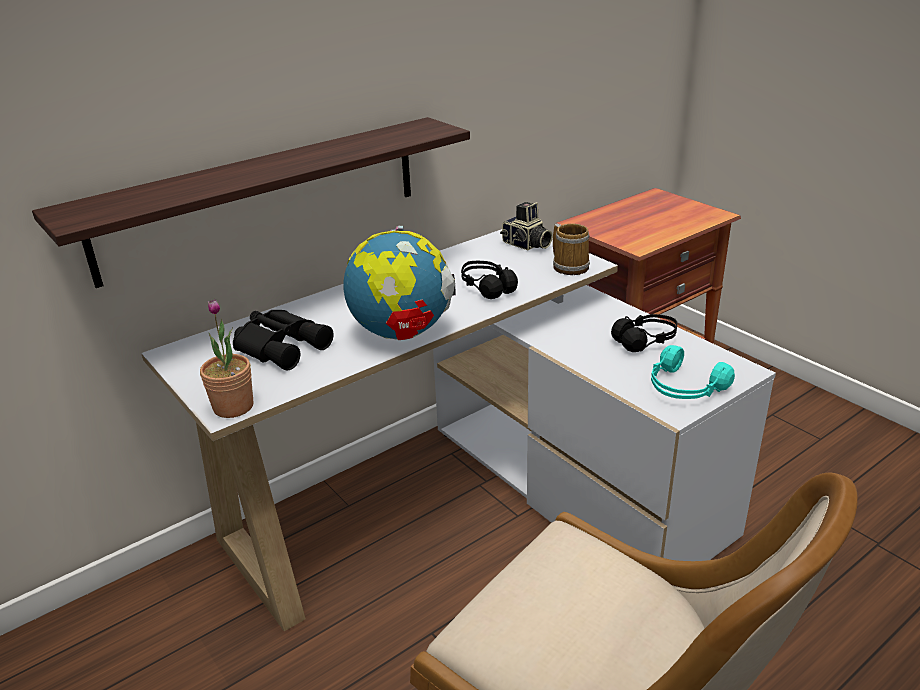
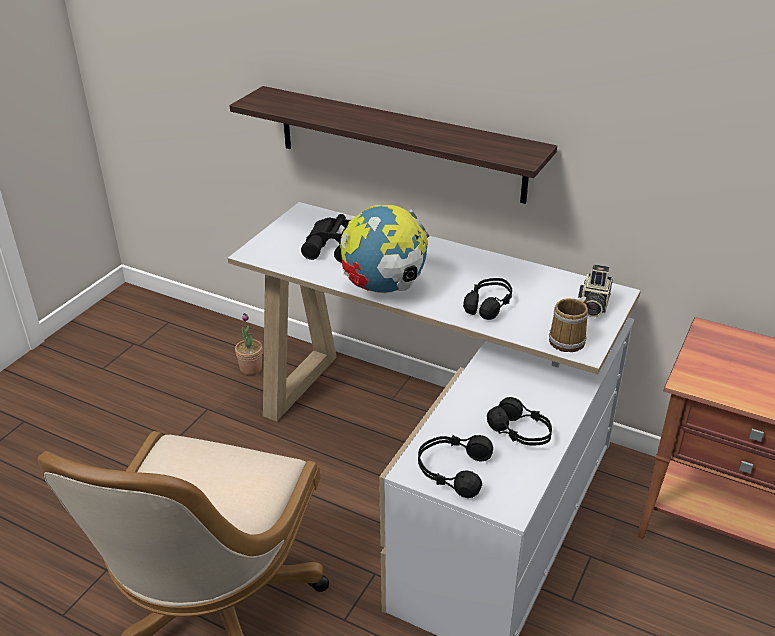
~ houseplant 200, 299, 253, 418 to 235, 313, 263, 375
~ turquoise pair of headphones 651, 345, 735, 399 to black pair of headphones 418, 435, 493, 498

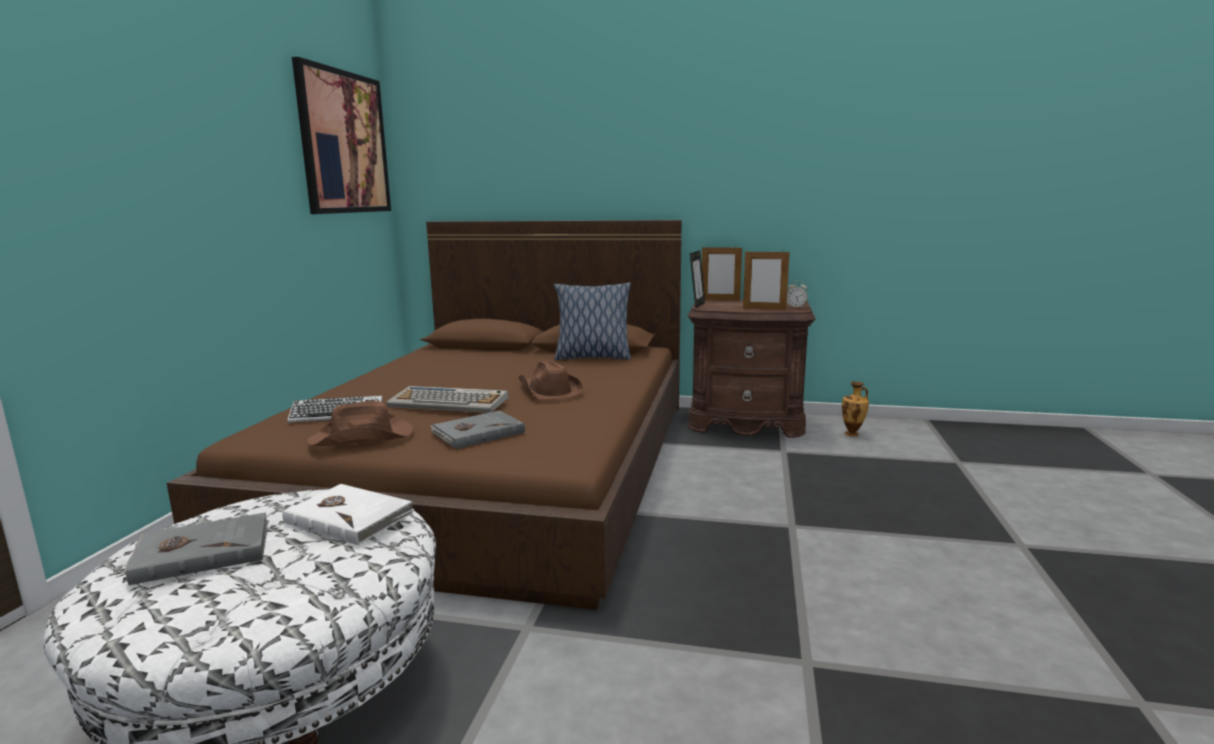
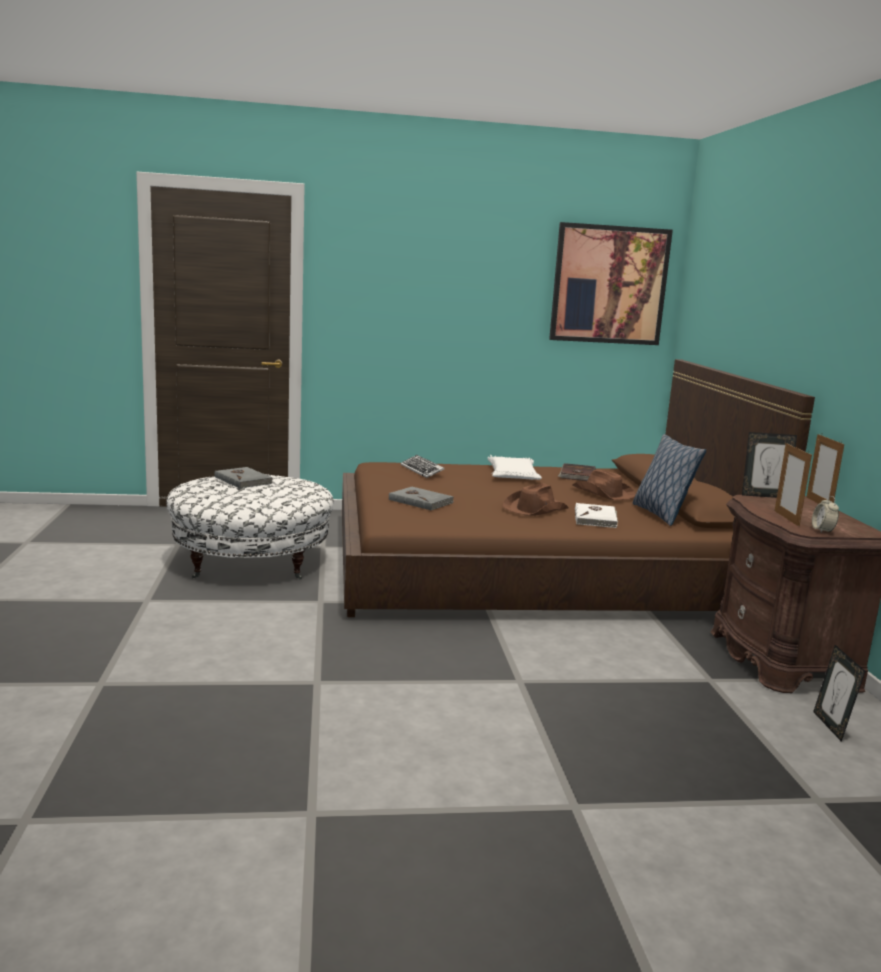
~ flower vase 842, 382, 869, 436 to photo frame 813, 645, 865, 742
- computer keyboard 387, 386, 508, 413
~ brownish clothing hat 307, 401, 414, 446 to 572, 470, 636, 500
~ white bound book 282, 484, 415, 545 to 575, 503, 618, 528
+ white cushion 488, 455, 542, 480
+ brownish bound book 558, 463, 596, 481

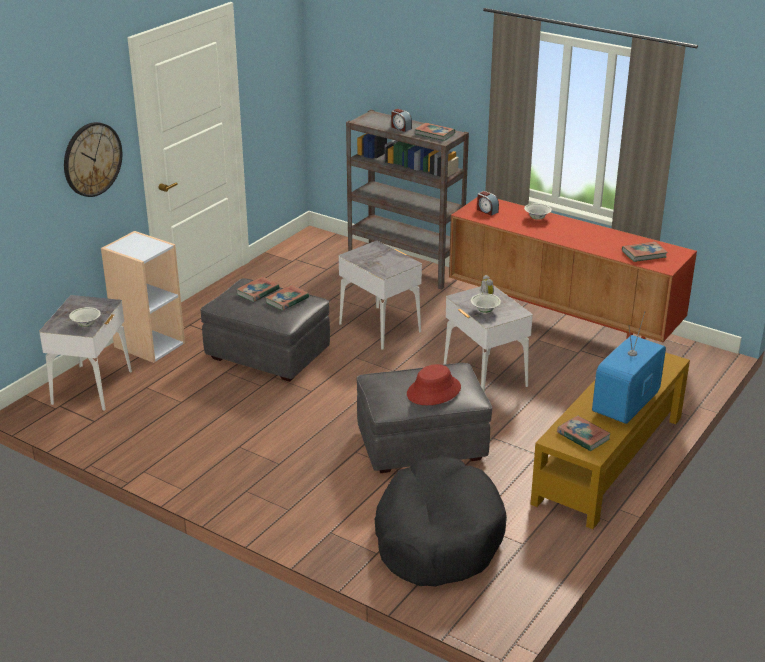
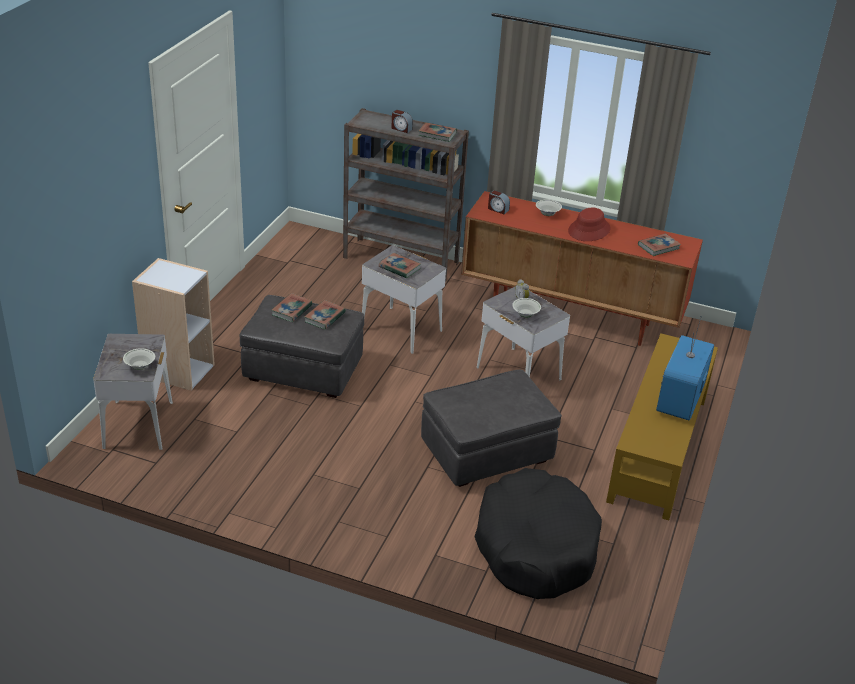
- hanging clock 64, 122, 122, 197
~ red clothing hat 407, 364, 461, 405 to 568, 208, 611, 241
~ bound book 557, 416, 611, 451 to 379, 253, 421, 278

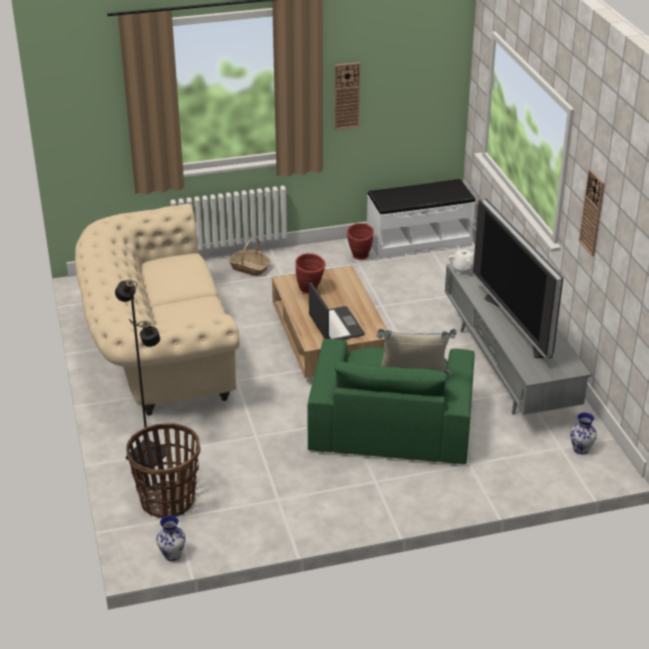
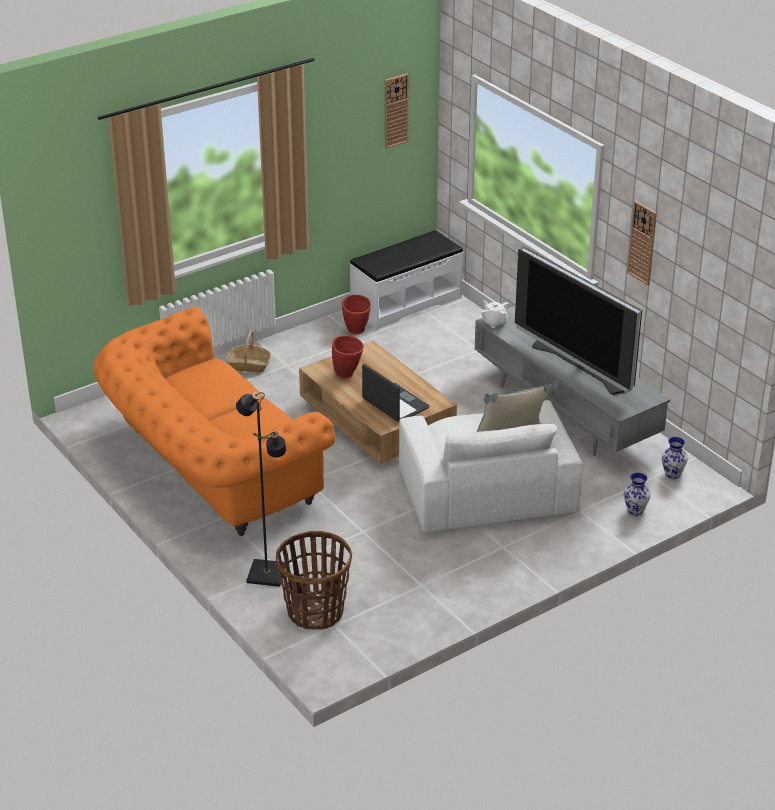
~ hanging clock 334, 62, 361, 130 to 385, 73, 409, 149
~ beige-coloured settee 75, 204, 240, 416 to orange settee 93, 307, 335, 536
~ green lounge chair 307, 339, 475, 464 to white lounge chair 399, 400, 583, 532
~ flower vase 156, 515, 185, 561 to 624, 473, 651, 516

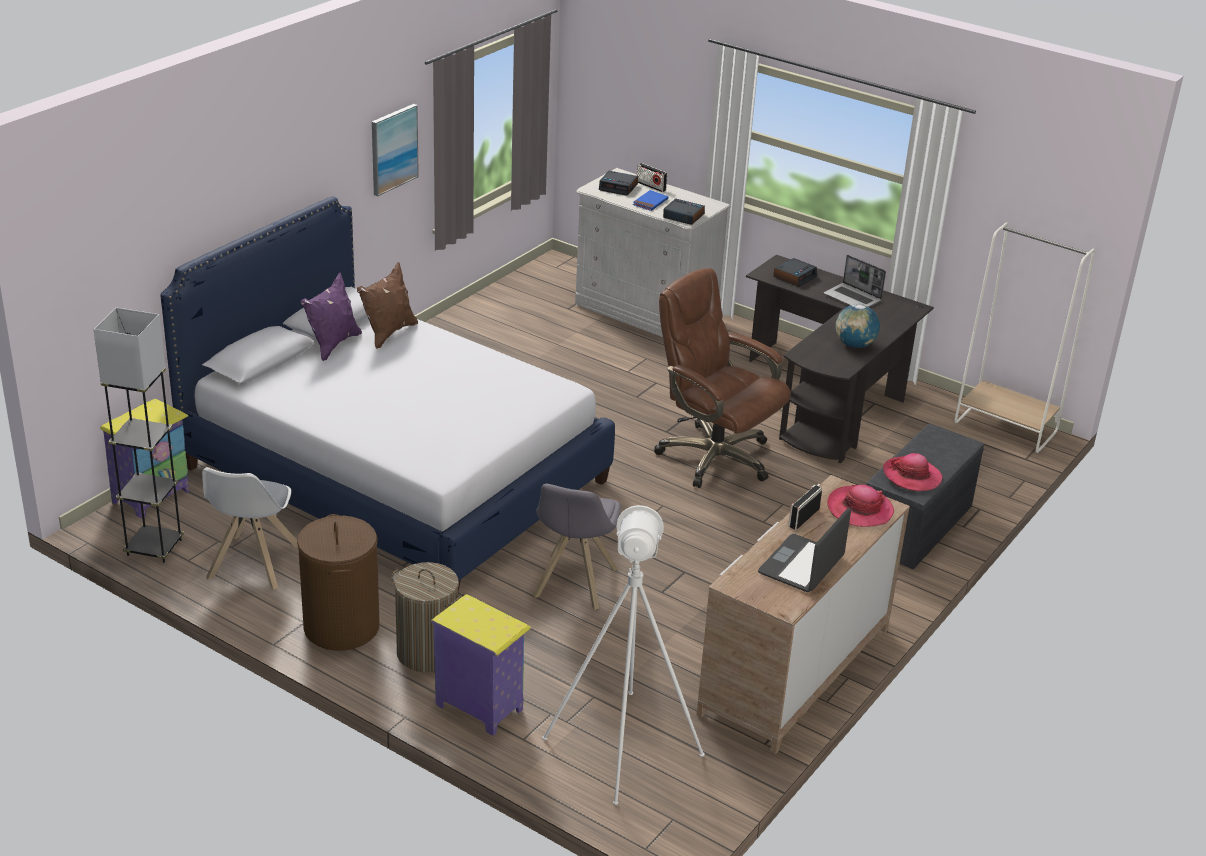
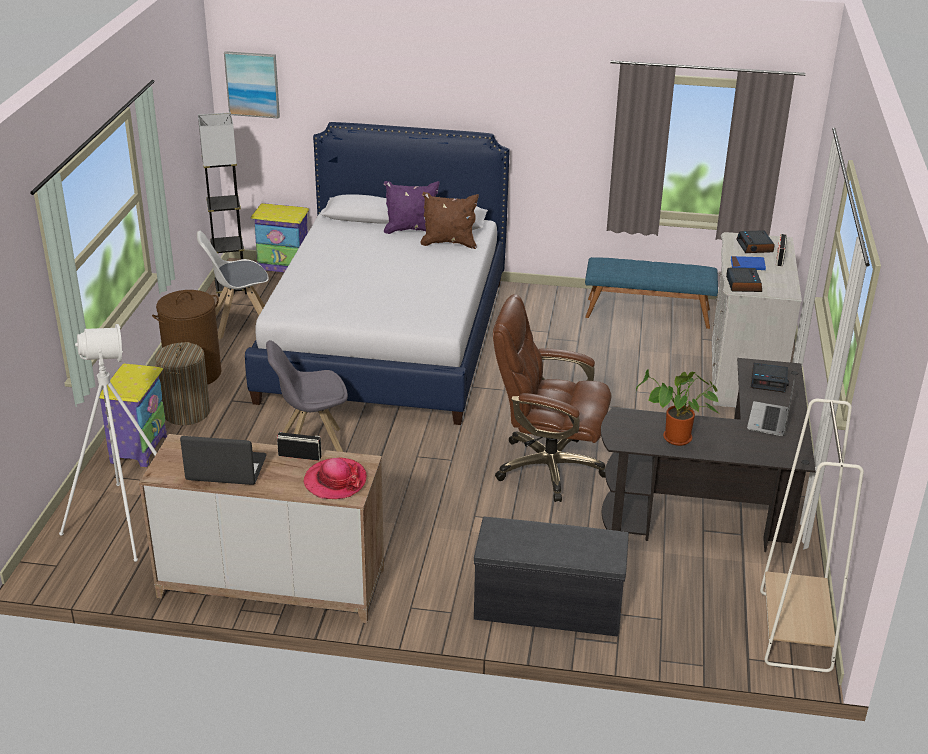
~ picture 372, 104, 419, 196 to 224, 51, 280, 119
~ brownish desk chair 654, 268, 791, 488 = 493, 294, 611, 502 90 degrees counterclockwise
~ world globe 836, 304, 880, 348 to houseplant 636, 369, 719, 446
- clothing hat 883, 453, 943, 491
+ blue long seat 585, 257, 718, 329

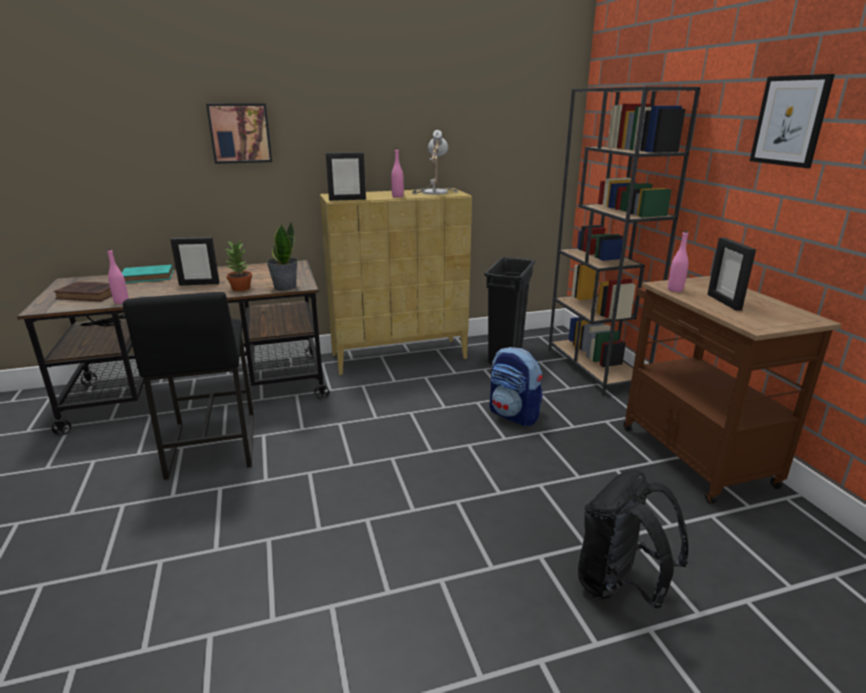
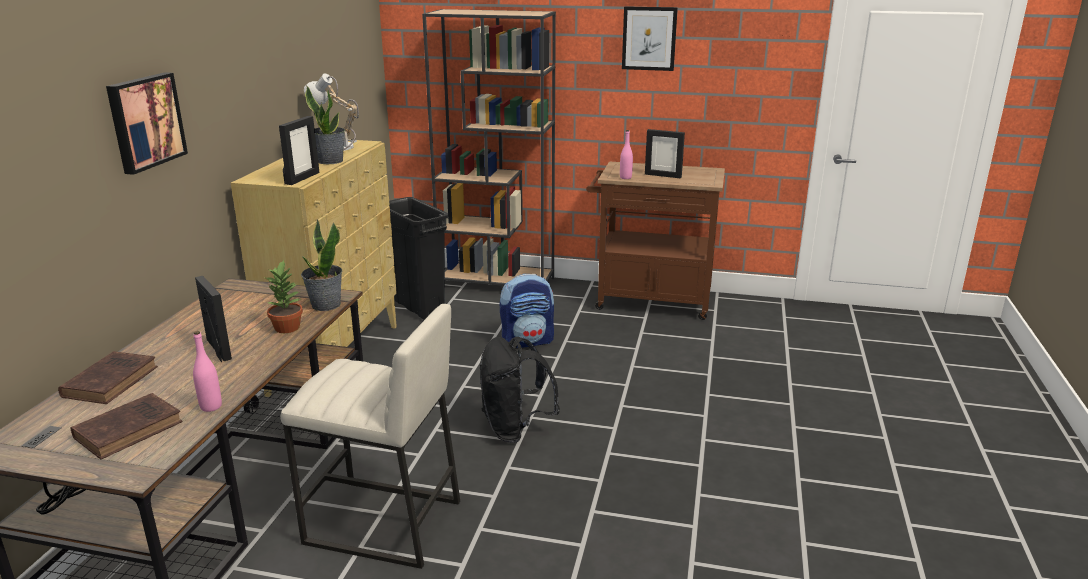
~ pink-coloured drink bottle 391, 148, 404, 198 to houseplant 305, 86, 345, 164
~ photo frame 170, 237, 220, 286 = 195, 276, 232, 362 60 degrees counterclockwise
~ turquoise bound book 122, 265, 173, 283 to brownish bound book 58, 351, 158, 404
~ black stool seat 123, 292, 254, 480 to beige-coloured stool seat 280, 304, 460, 569
~ black backpack 578, 470, 688, 608 to 480, 337, 560, 443

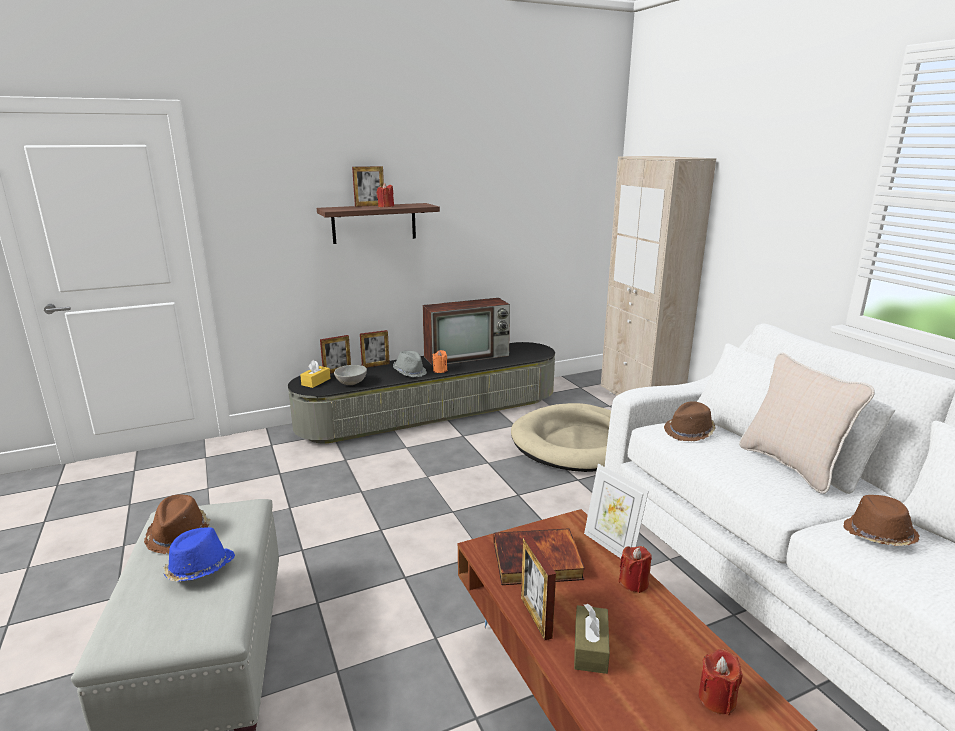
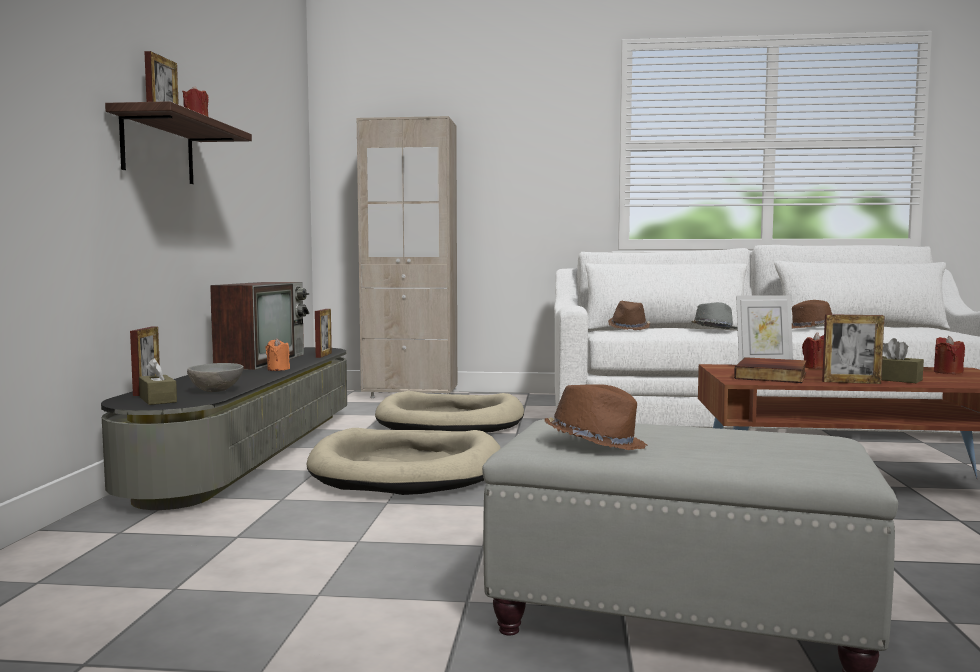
~ photo frame 360, 330, 390, 368 to 315, 309, 332, 358
~ grey clothing hat 393, 351, 427, 377 to 691, 302, 737, 329
- beige-coloured cushion 739, 353, 875, 494
~ yellow tissue box 300, 360, 331, 388 to brownish tissue box 139, 358, 177, 405
- blue clothing hat 163, 527, 235, 581
+ beige-coloured dog cushion 306, 428, 501, 495

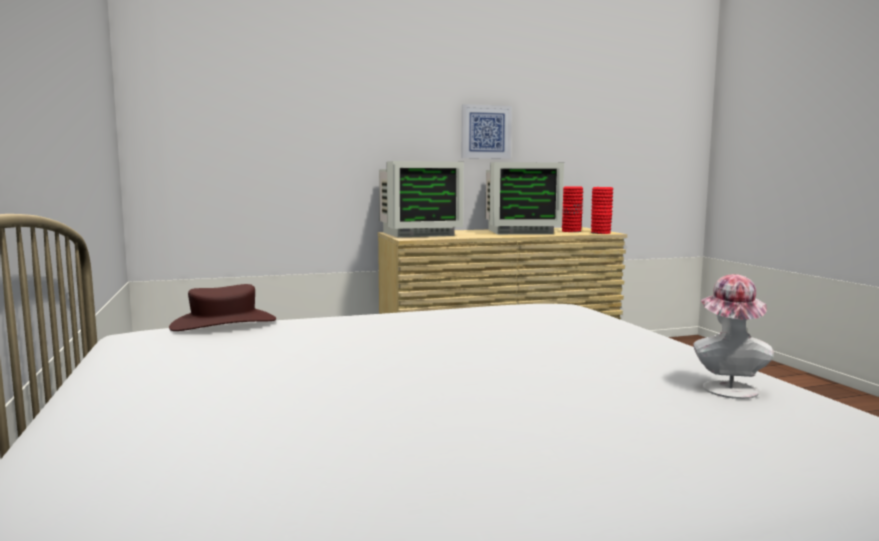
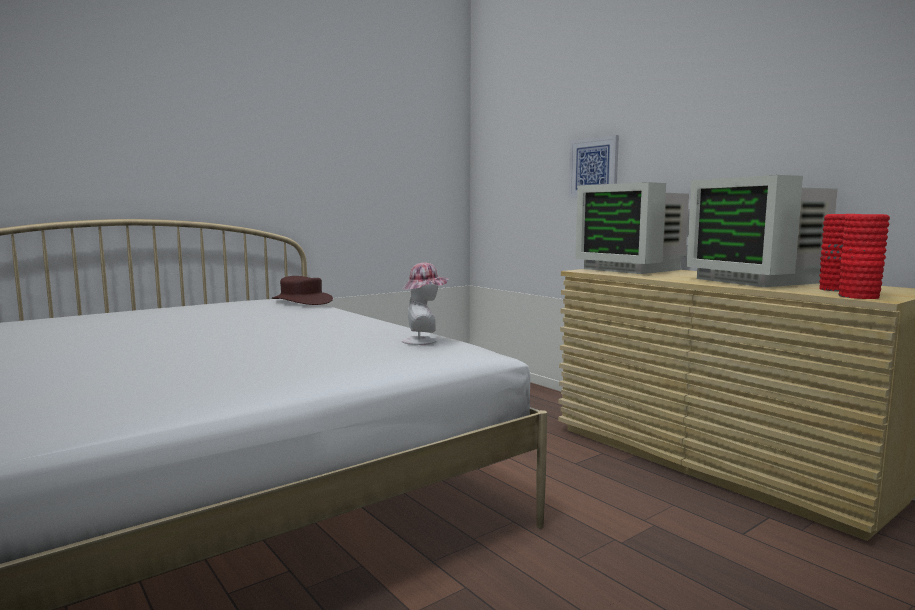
~ picture 461, 104, 512, 159 to 569, 135, 619, 198
~ clothing hat 693, 274, 774, 399 to 402, 263, 449, 345

